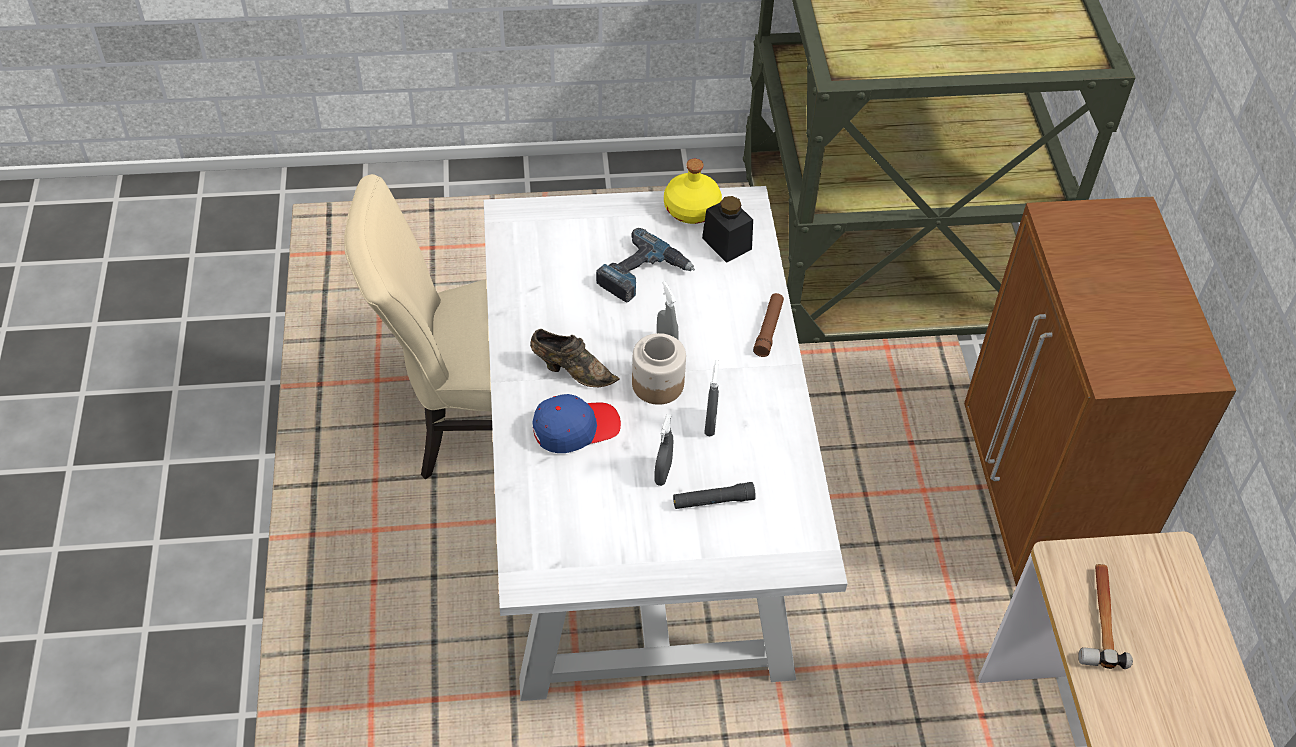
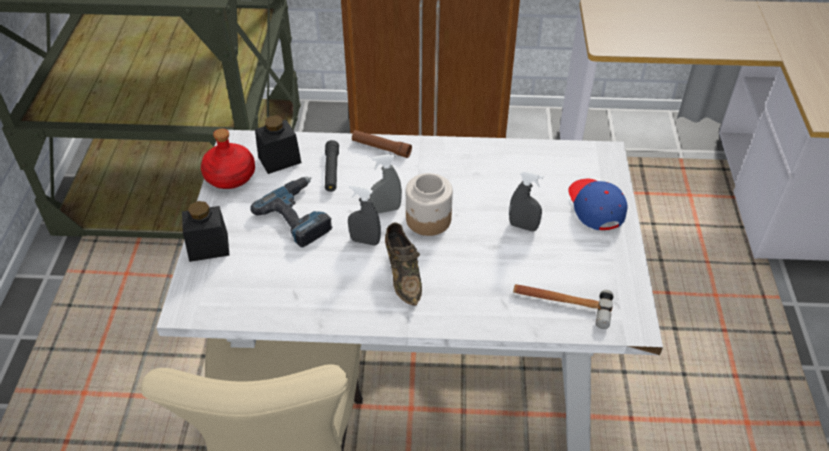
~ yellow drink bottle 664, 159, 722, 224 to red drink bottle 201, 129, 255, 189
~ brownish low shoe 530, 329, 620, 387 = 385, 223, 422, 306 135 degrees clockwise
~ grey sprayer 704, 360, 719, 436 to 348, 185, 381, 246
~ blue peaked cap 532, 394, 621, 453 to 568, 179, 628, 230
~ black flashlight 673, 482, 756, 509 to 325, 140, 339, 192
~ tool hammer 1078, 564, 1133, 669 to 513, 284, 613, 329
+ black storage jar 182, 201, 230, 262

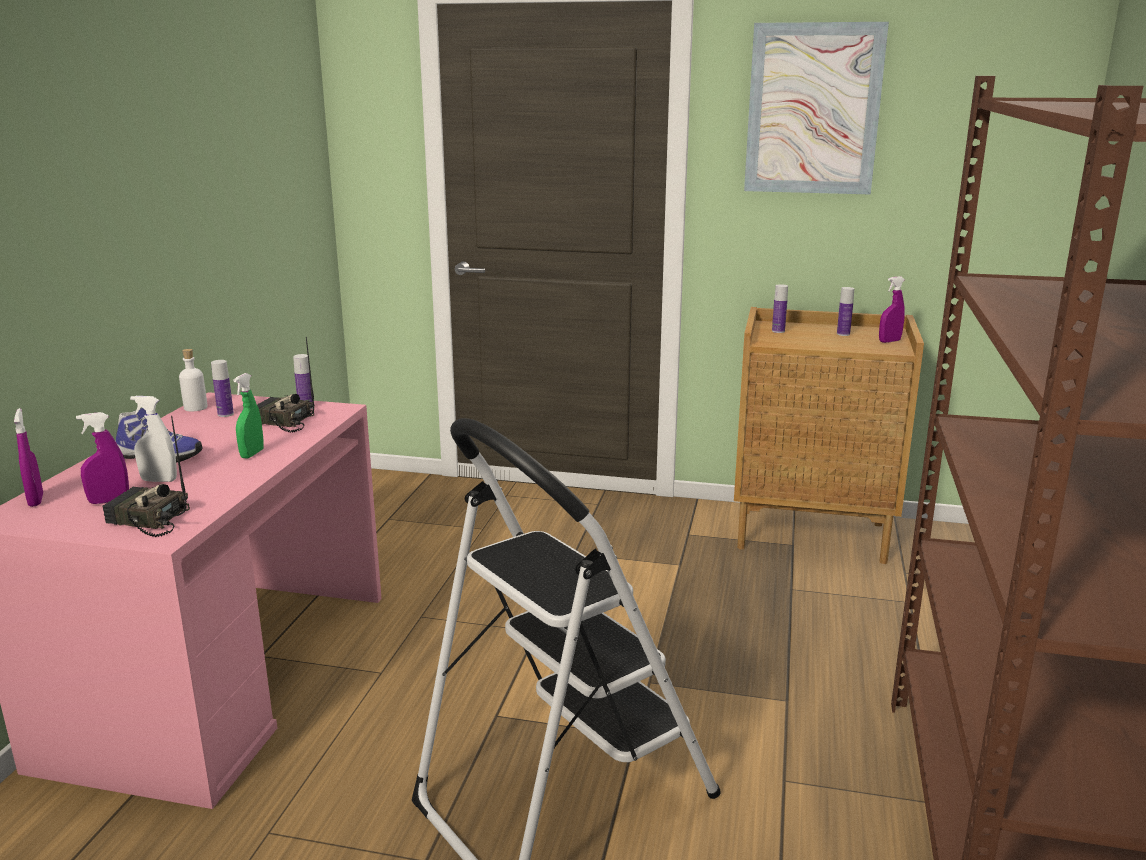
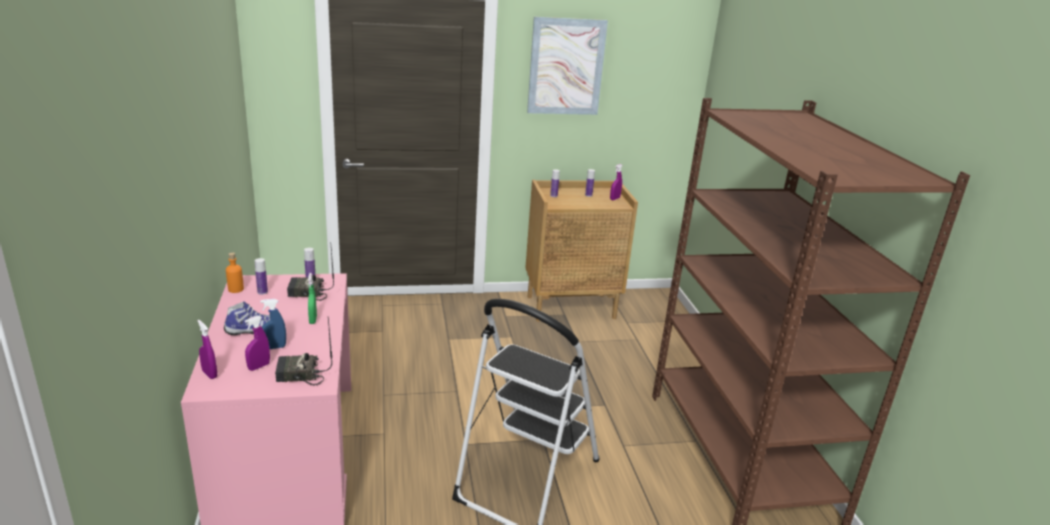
~ white drink bottle 179, 349, 208, 412 to orange drink bottle 226, 252, 244, 293
~ white sprayer 130, 396, 177, 482 to blue sprayer 260, 299, 286, 349

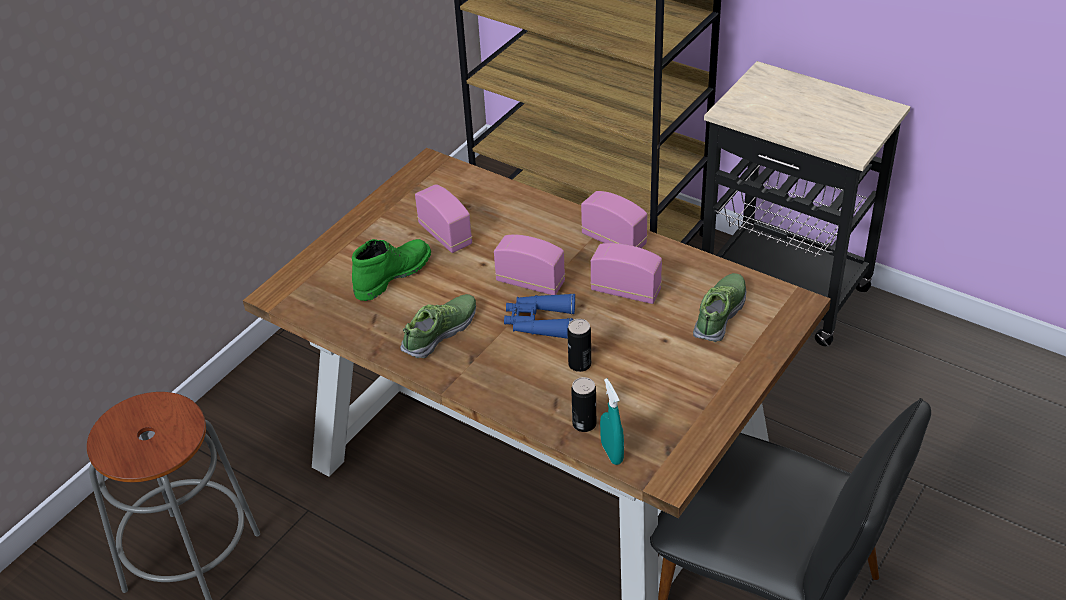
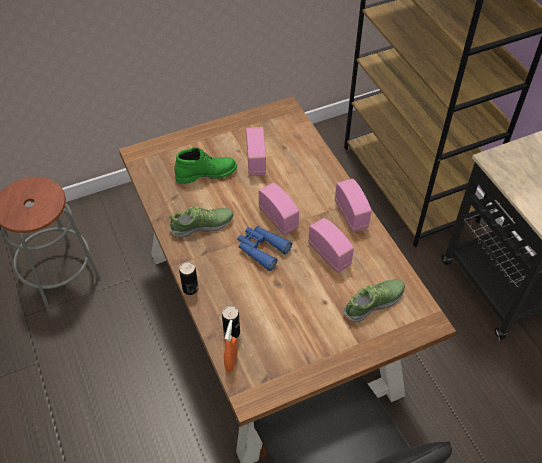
~ metal can 567, 319, 591, 372 to 179, 262, 198, 295
~ turquoise sprayer 600, 378, 624, 465 to orange sprayer 224, 320, 238, 372

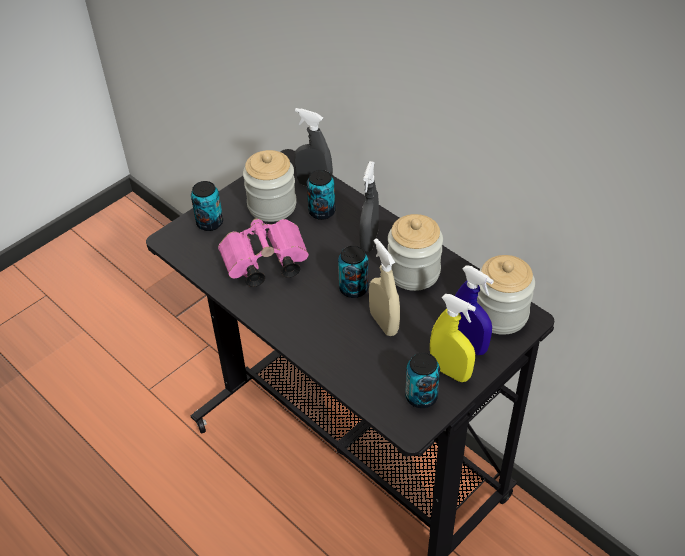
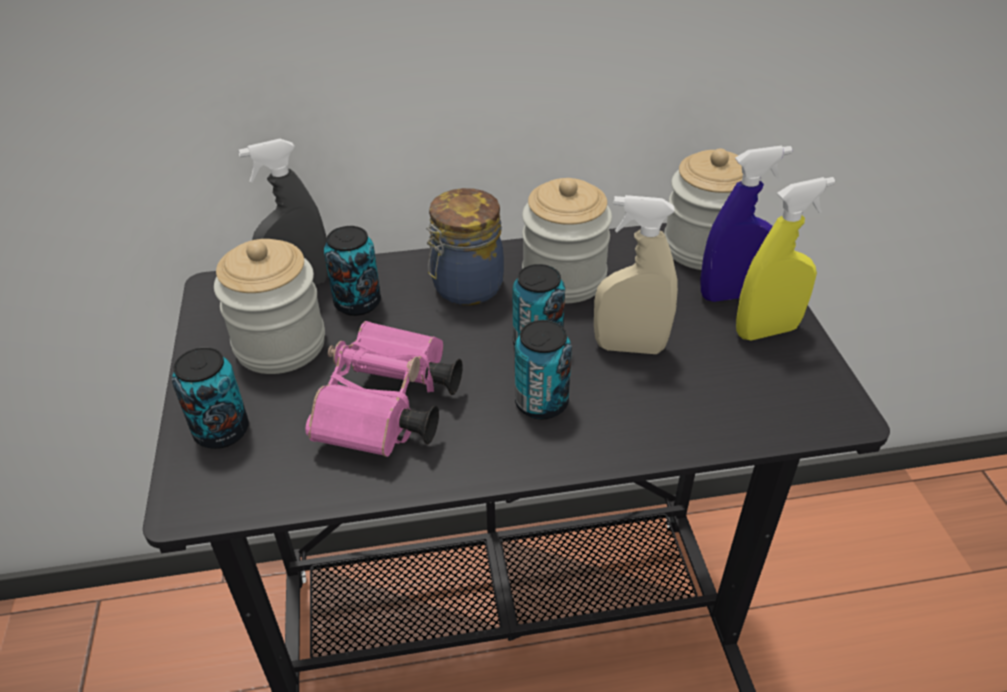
~ grey sprayer 360, 161, 379, 252 to storage jar 426, 188, 504, 305
~ metal can 405, 353, 440, 408 to 515, 320, 572, 419

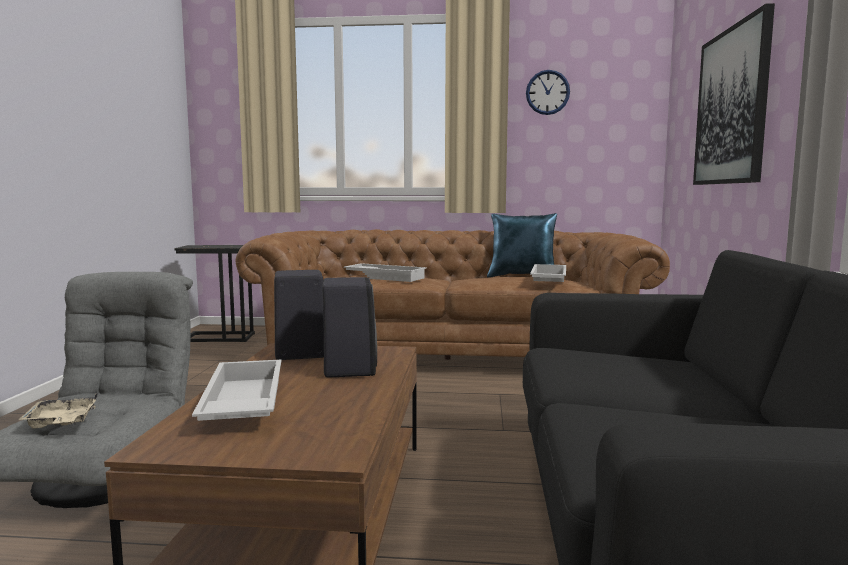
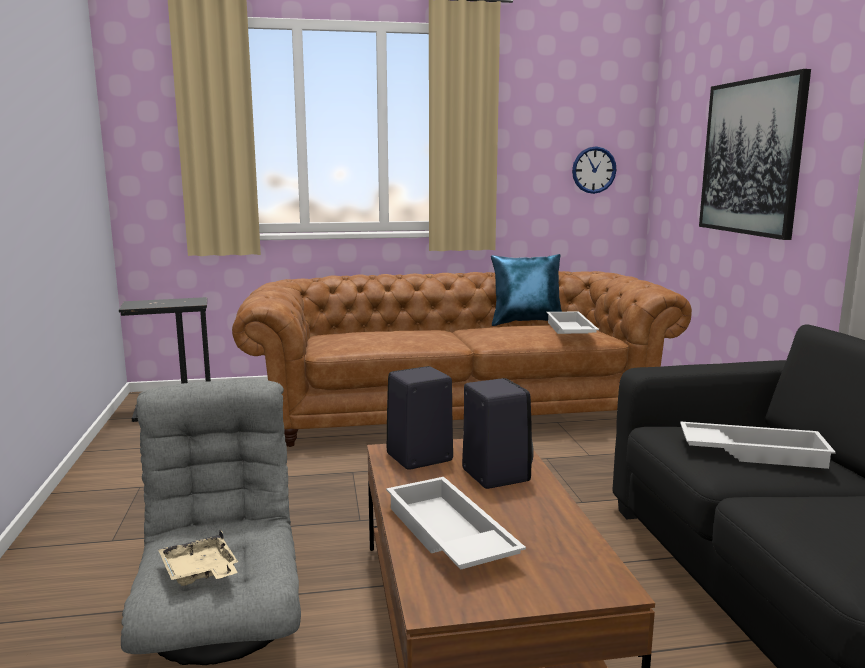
~ hanging clock 526, 70, 570, 115 to 572, 146, 616, 194
~ white tray 344, 263, 427, 282 to 680, 421, 836, 469

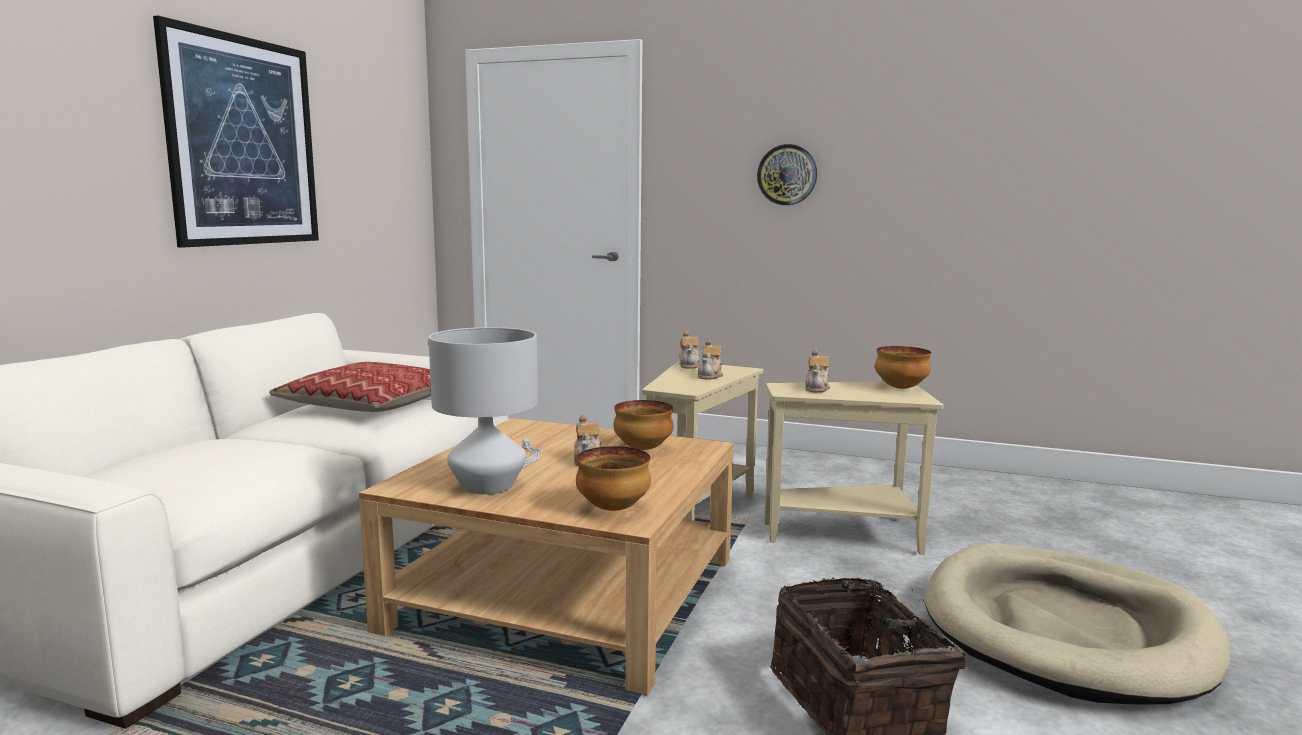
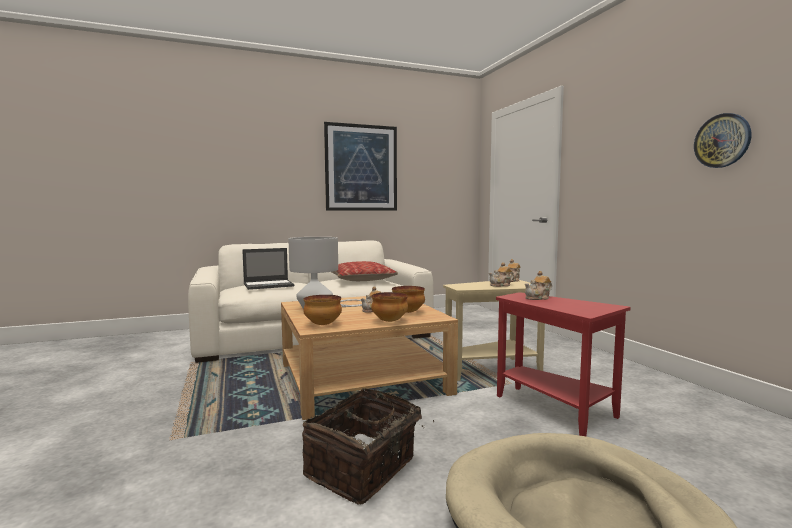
~ hanging clock 757, 144, 817, 205 to 694, 113, 752, 168
~ serving bowl 875, 346, 931, 389 to 371, 292, 408, 322
~ beige-coloured end table 764, 381, 943, 555 to red end table 496, 292, 631, 436
+ notebook computer 242, 248, 294, 290

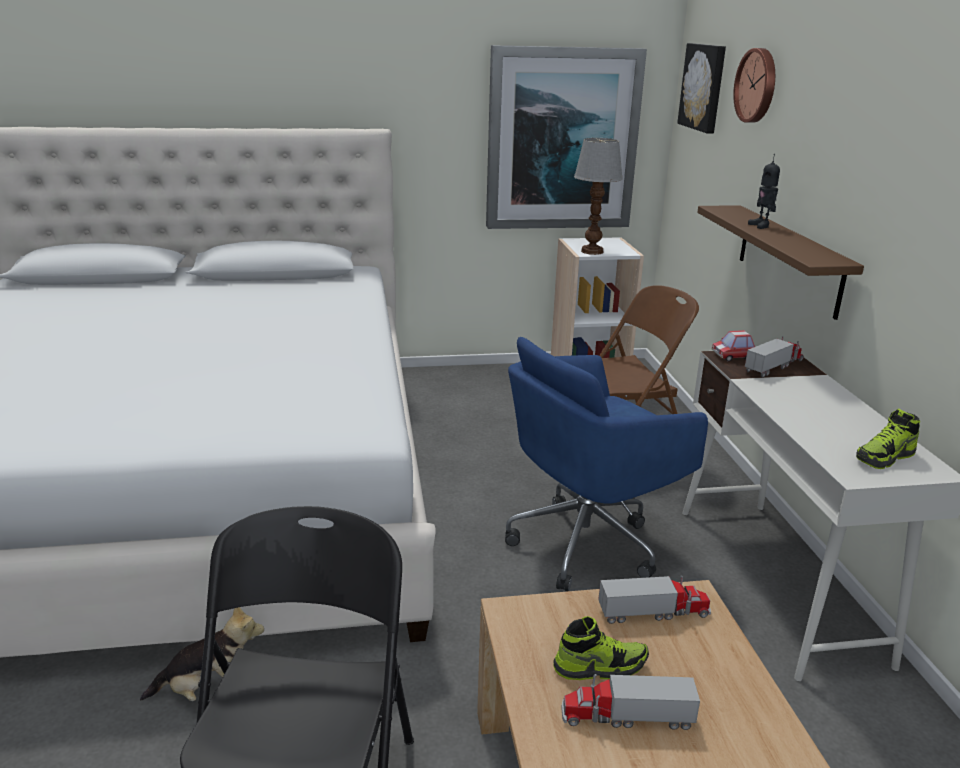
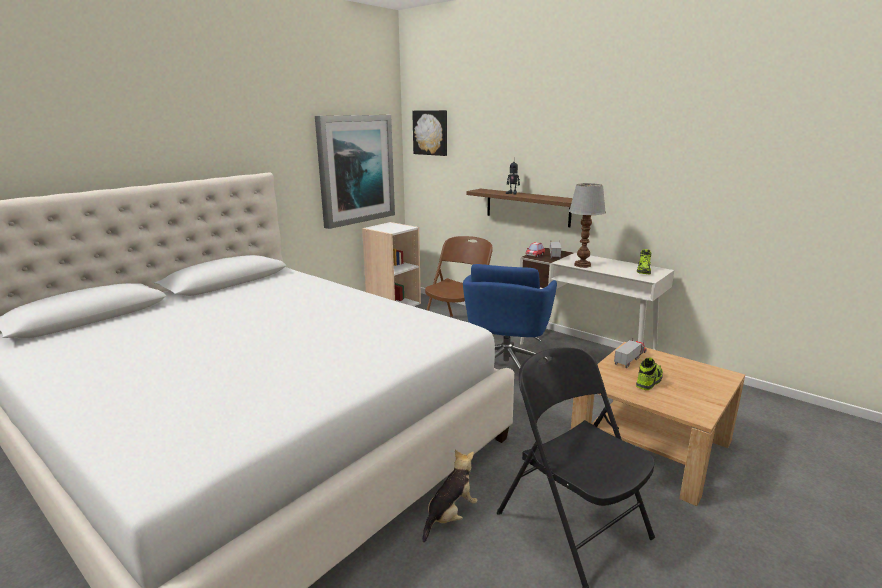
- hanging clock 733, 48, 775, 123
~ tabletop lamp 574, 138, 623, 255 to 569, 183, 606, 268
- toy truck 561, 674, 700, 730

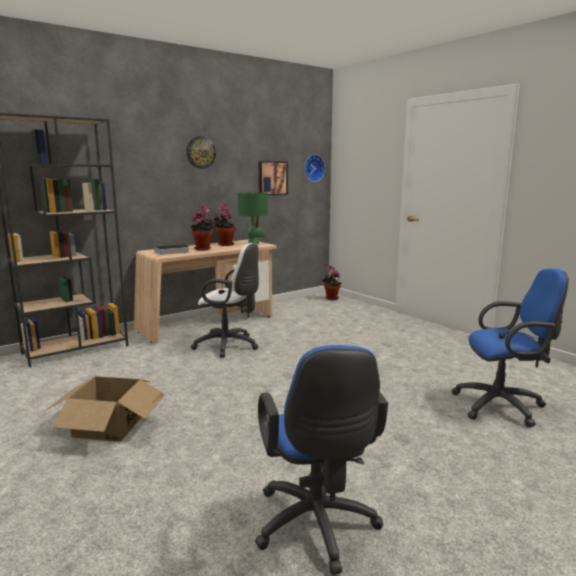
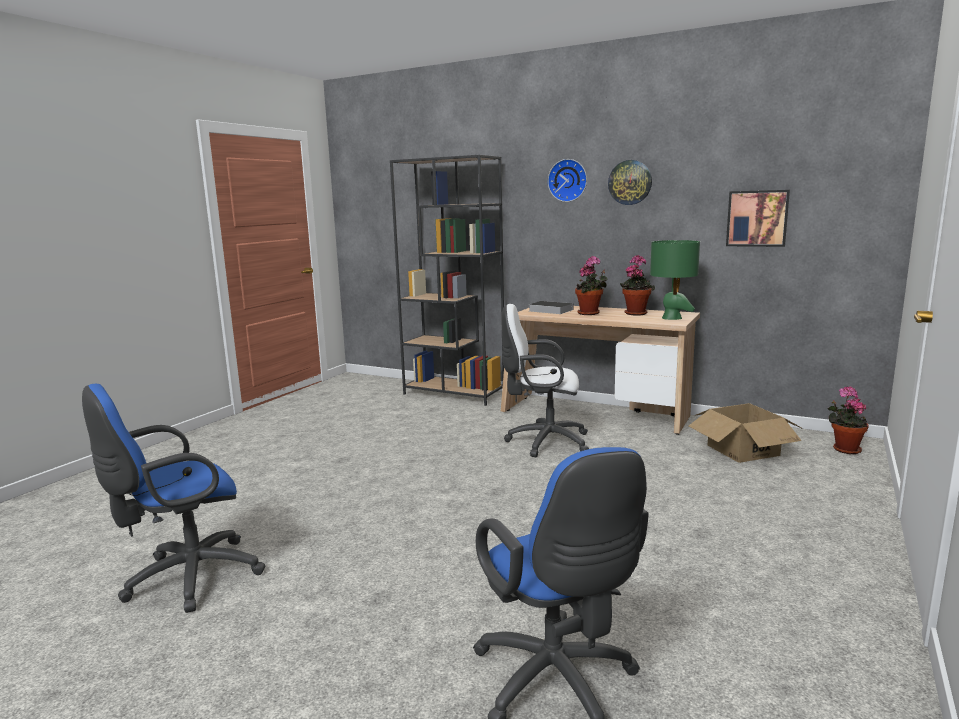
~ hanging clock 304, 155, 325, 182 to 548, 159, 587, 202
~ white desk chair 191, 243, 259, 358 = 501, 304, 589, 457 105 degrees clockwise
~ packing box 45, 376, 165, 442 to 689, 403, 803, 463

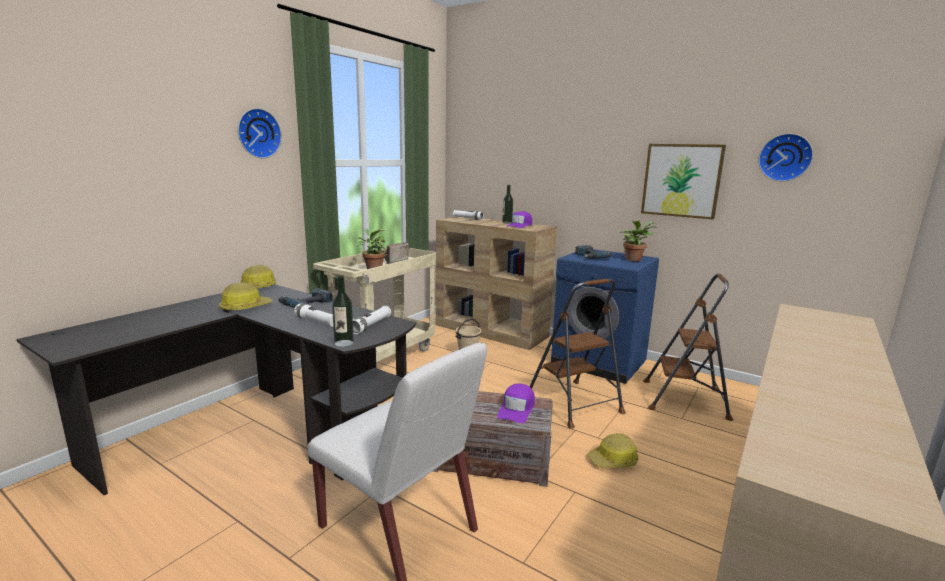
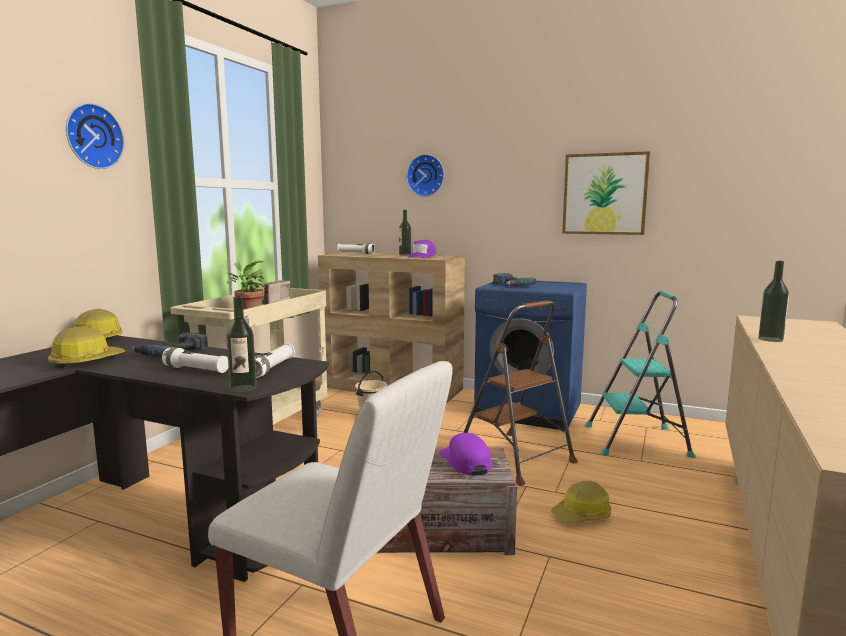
~ hanging clock 758, 133, 813, 181 to 406, 154, 444, 197
- houseplant 619, 221, 657, 261
~ brownish step stool 643, 274, 733, 421 to turquoise step stool 585, 291, 696, 458
~ purple peaked cap 497, 384, 535, 423 = 439, 433, 491, 475 150 degrees clockwise
+ drink bottle 758, 261, 789, 342

